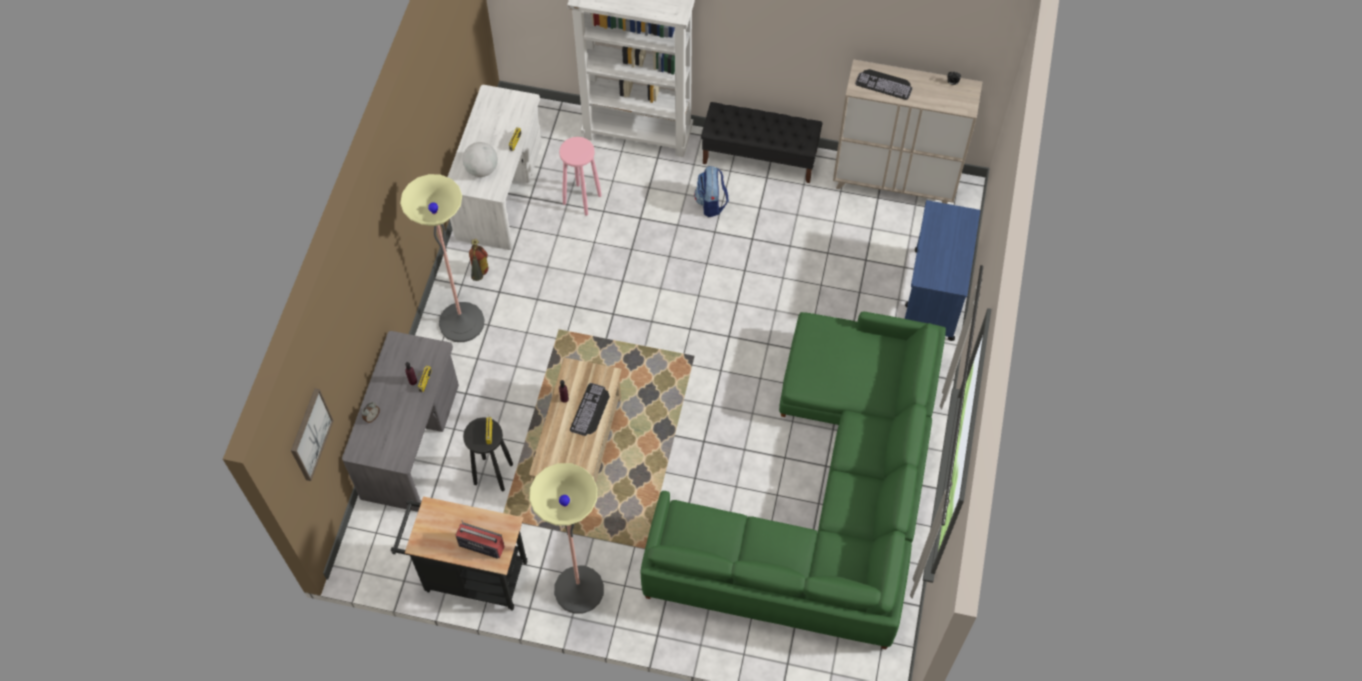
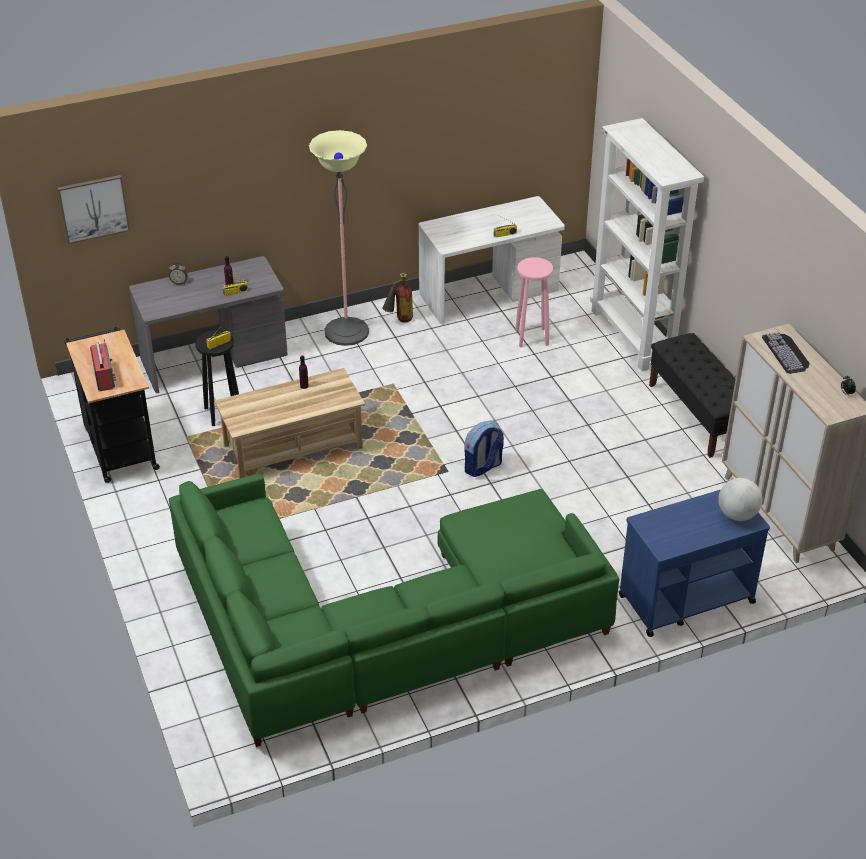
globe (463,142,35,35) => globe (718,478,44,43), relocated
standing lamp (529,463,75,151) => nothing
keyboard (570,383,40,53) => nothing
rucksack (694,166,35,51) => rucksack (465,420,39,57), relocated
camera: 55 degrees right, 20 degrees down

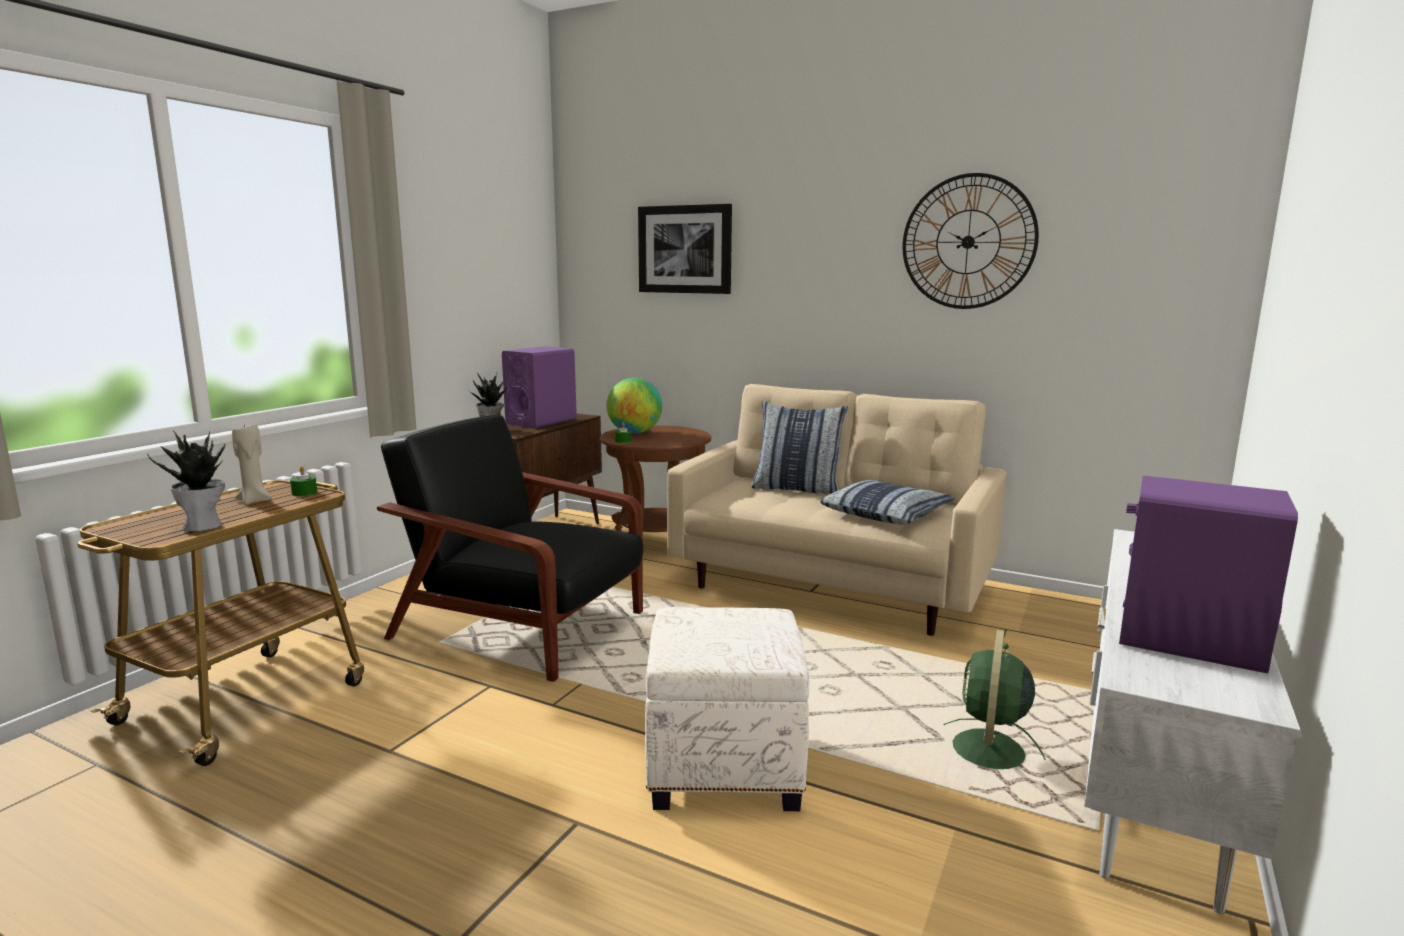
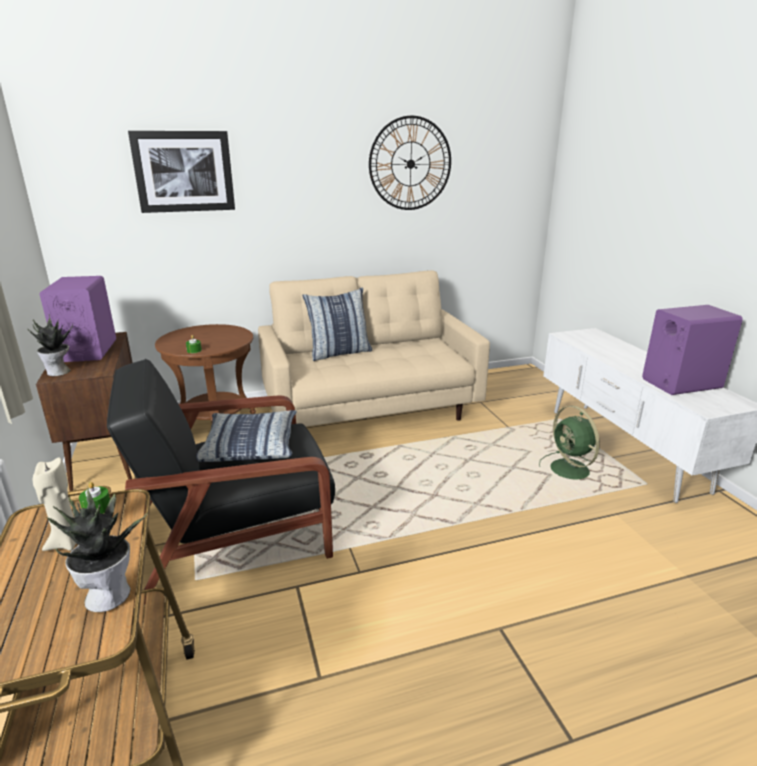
globe (607,378,55,56) => nothing
pouffe (white) (645,607,165,204) => nothing
cushion (820,480,135,45) => cushion (196,410,101,52), relocated
camera: 45 degrees left, 10 degrees up

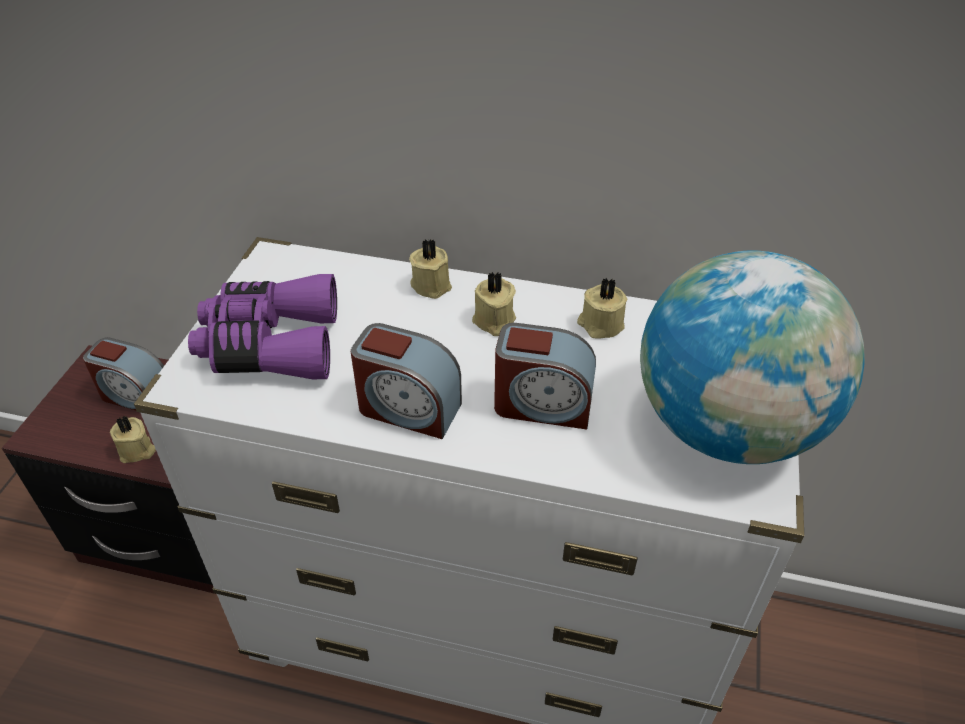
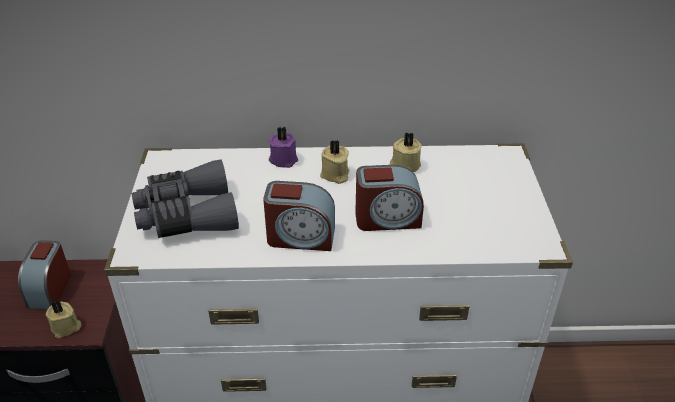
bedside clock (83,337,81,73) => bedside clock (18,240,53,69), 90 degrees clockwise
field glasses (purple) (188,274,149,105) => field glasses (gray) (132,159,107,79)
candle (sand-coloured) (409,239,43,60) => candle (purple) (268,127,30,41)
globe (640,250,225,214) => nothing
camera: 15 degrees left, 5 degrees down

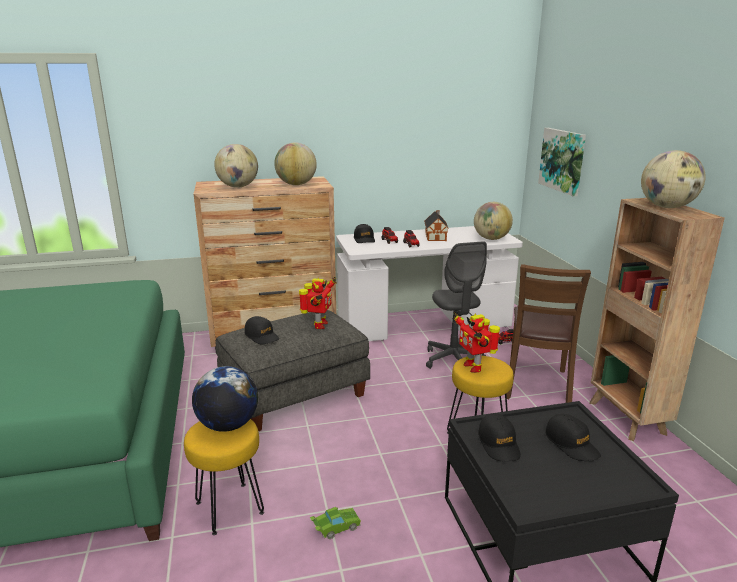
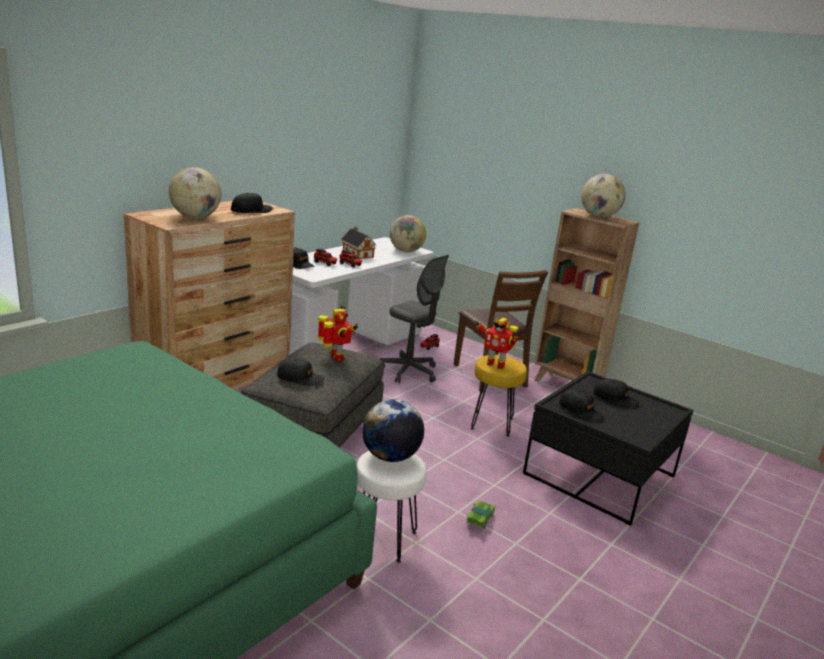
stool seat (yellowish) (184,419,80,116) => stool seat (white) (356,451,71,112)
globe (274,143,43,42) => peaked cap (blackish) (231,193,42,20)
wall picture (538,128,48,68) => nothing
camera: 40 degrees left, 0 degrees up

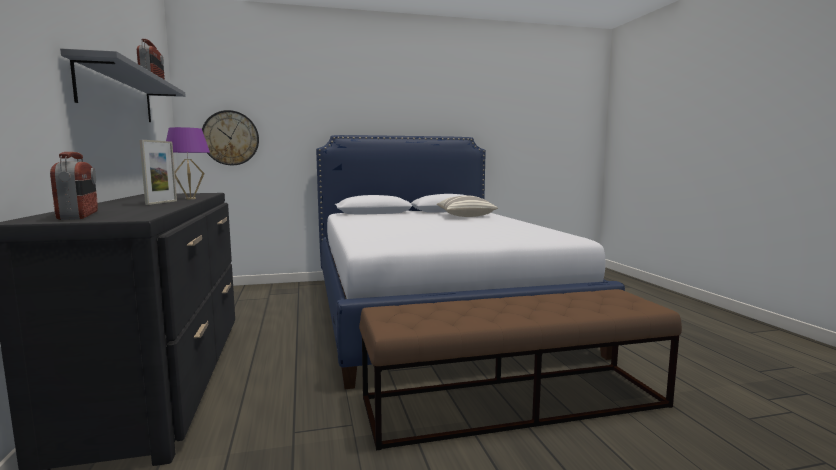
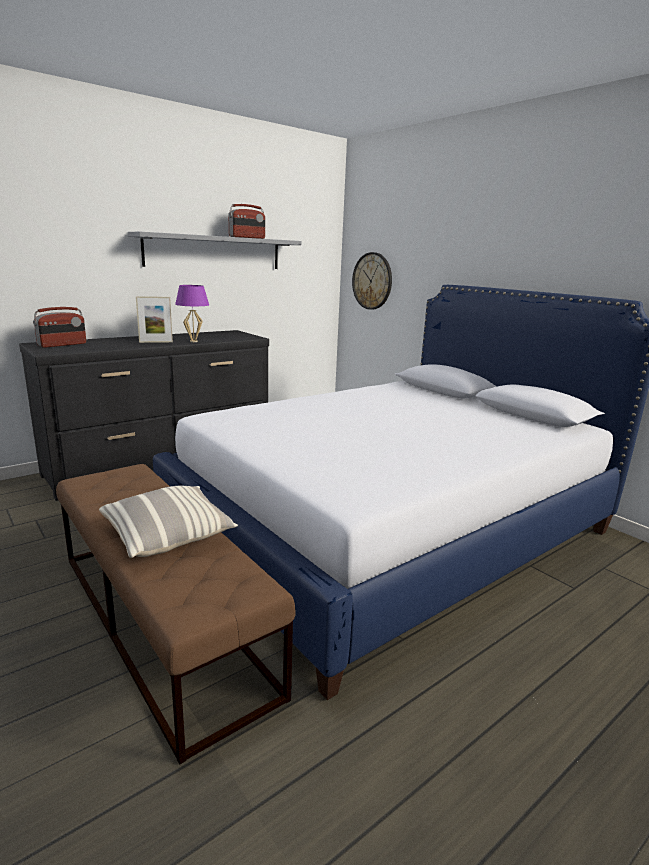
cushion (437,195,61,22) => cushion (99,486,139,72), relocated
camera: 65 degrees right, 10 degrees up

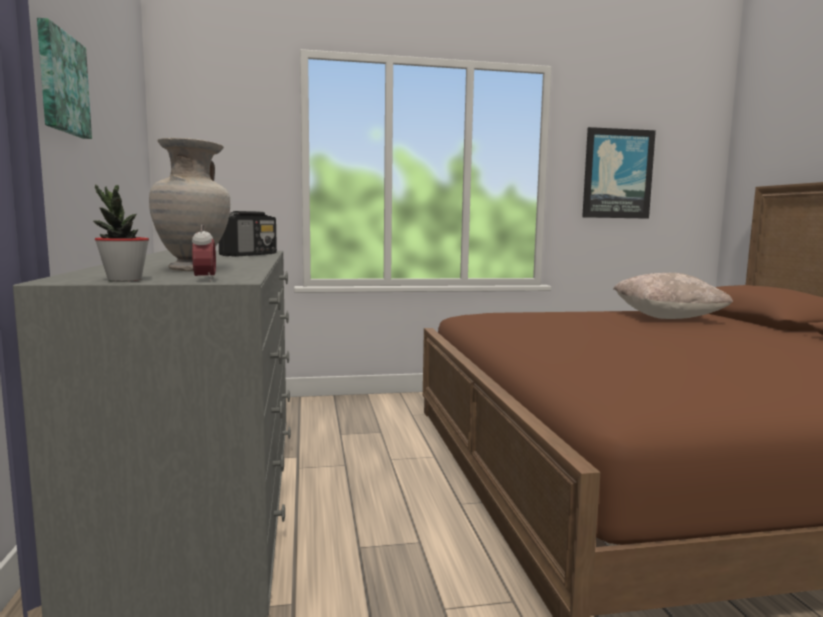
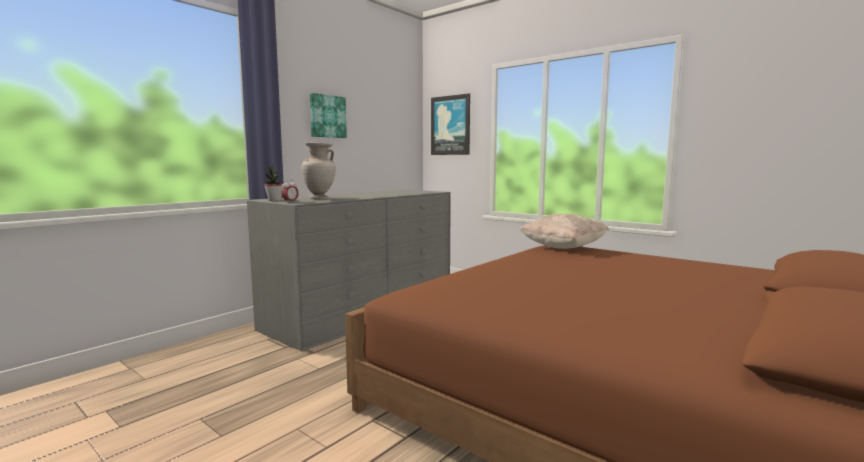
radio receiver (219,211,58,46) => nothing
wall picture (582,127,74,92) => wall picture (431,93,39,62), relocated
cushion (sand-coloured) (613,273,120,46) => cushion (sand-coloured) (520,214,89,35), relocated
camera: 50 degrees right, 0 degrees up

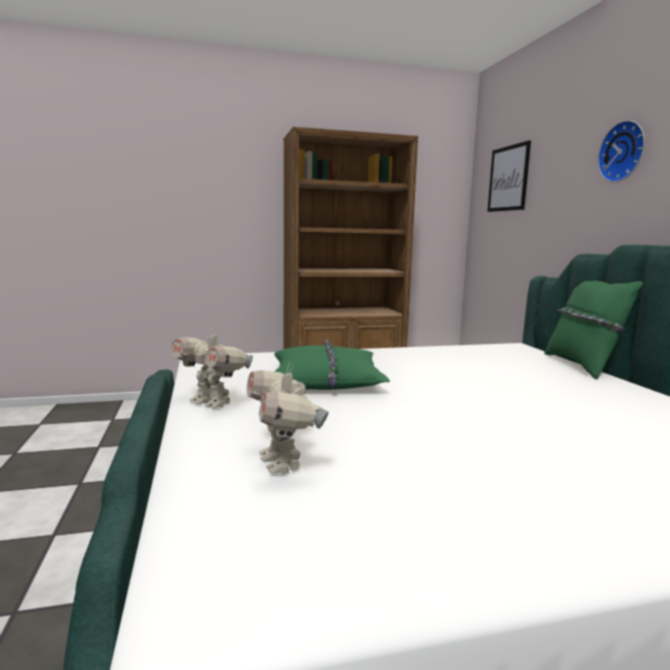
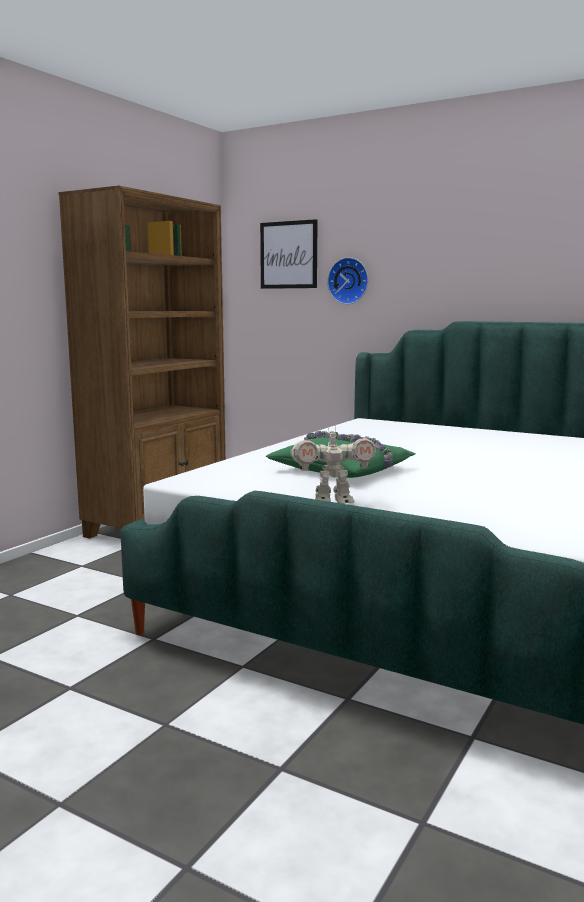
model robot (247,362,82,111) => nothing
cushion (green-coloured) (544,280,99,99) => nothing
clock on the wall (597,120,48,62) => clock on the wall (327,257,41,47), relocated
camera: 45 degrees left, 0 degrees up

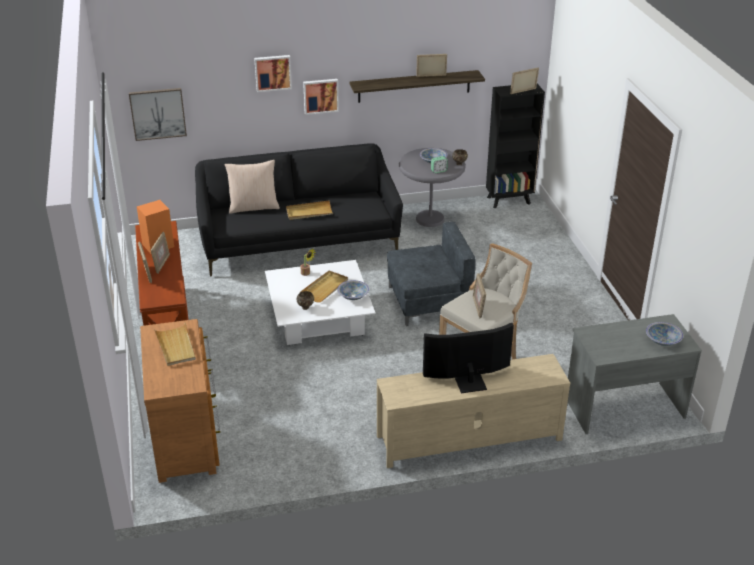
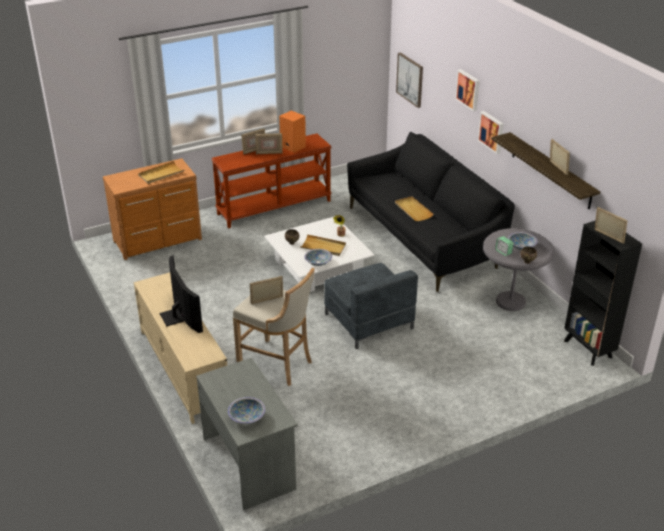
cushion (sand-coloured) (225,160,55,54) => nothing
camera: 75 degrees right, 0 degrees up

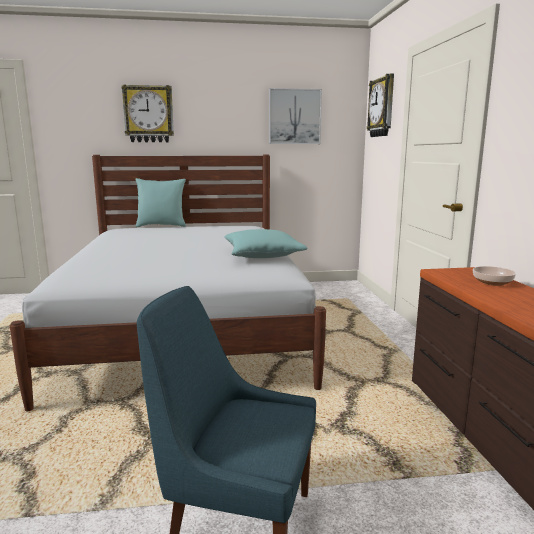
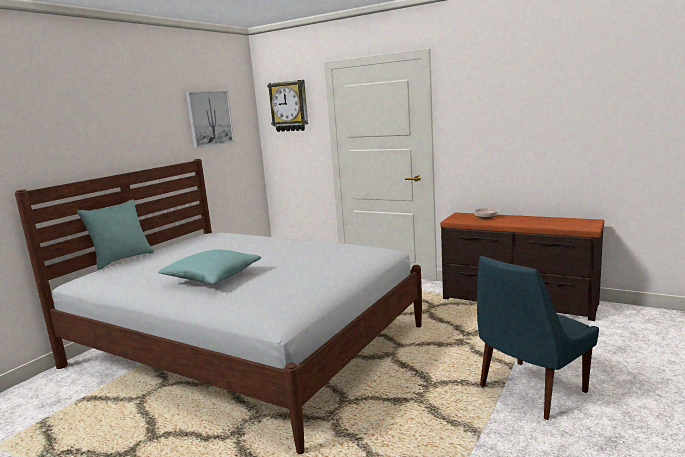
clock on the wall (122,84,52,58) => nothing
cushion (blue-green) (224,229,83,29) => cushion (blue-green) (158,249,103,36), relocated
camera: 50 degrees left, 0 degrees up

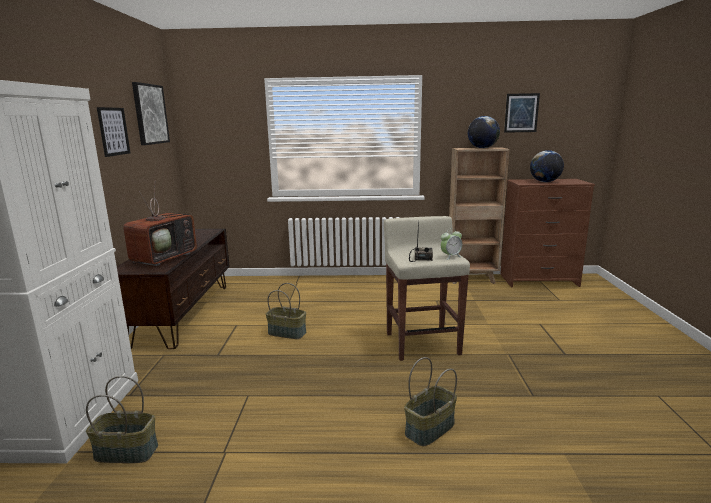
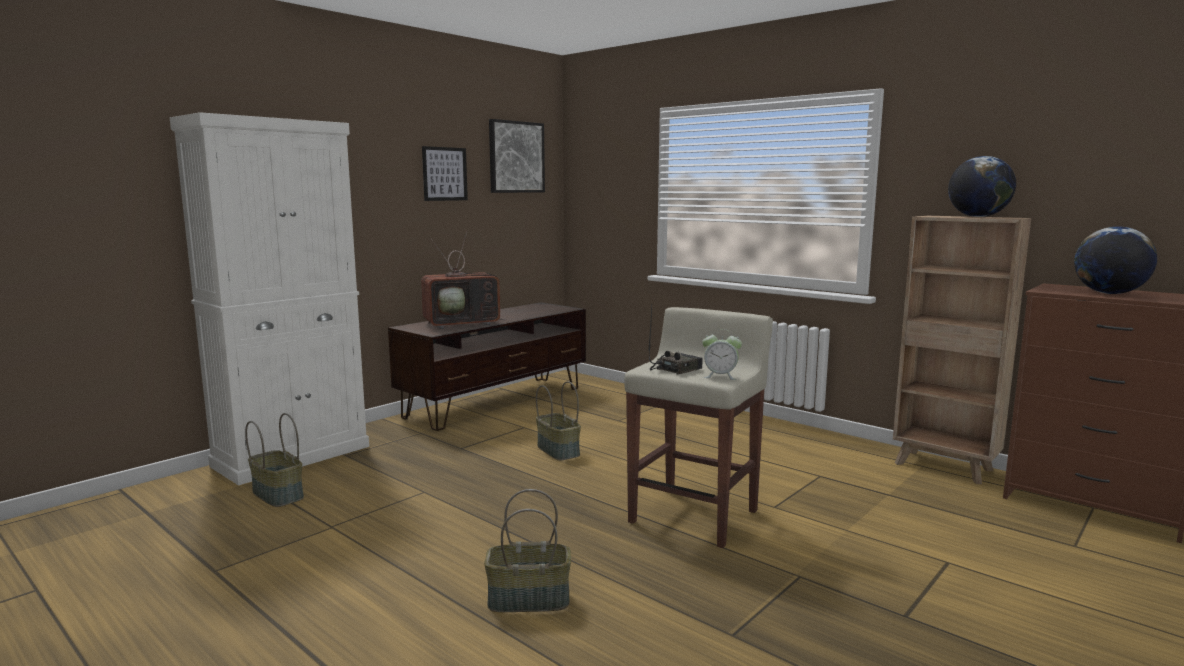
wall picture (504,93,36,40) => nothing
camera: 40 degrees right, 5 degrees down

